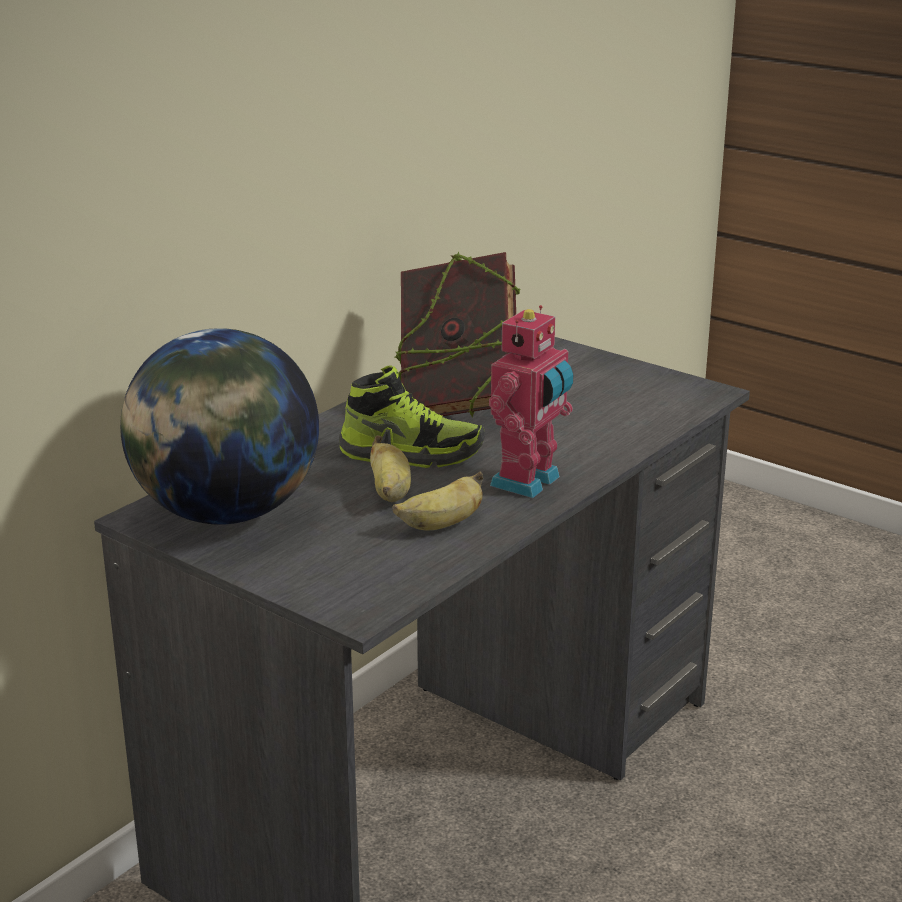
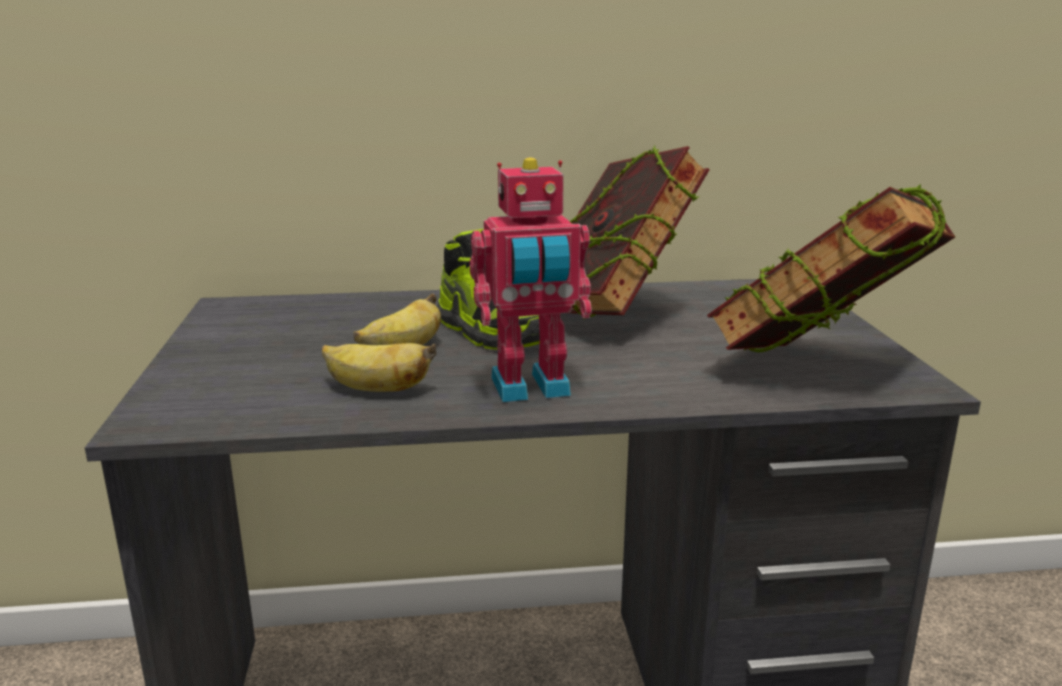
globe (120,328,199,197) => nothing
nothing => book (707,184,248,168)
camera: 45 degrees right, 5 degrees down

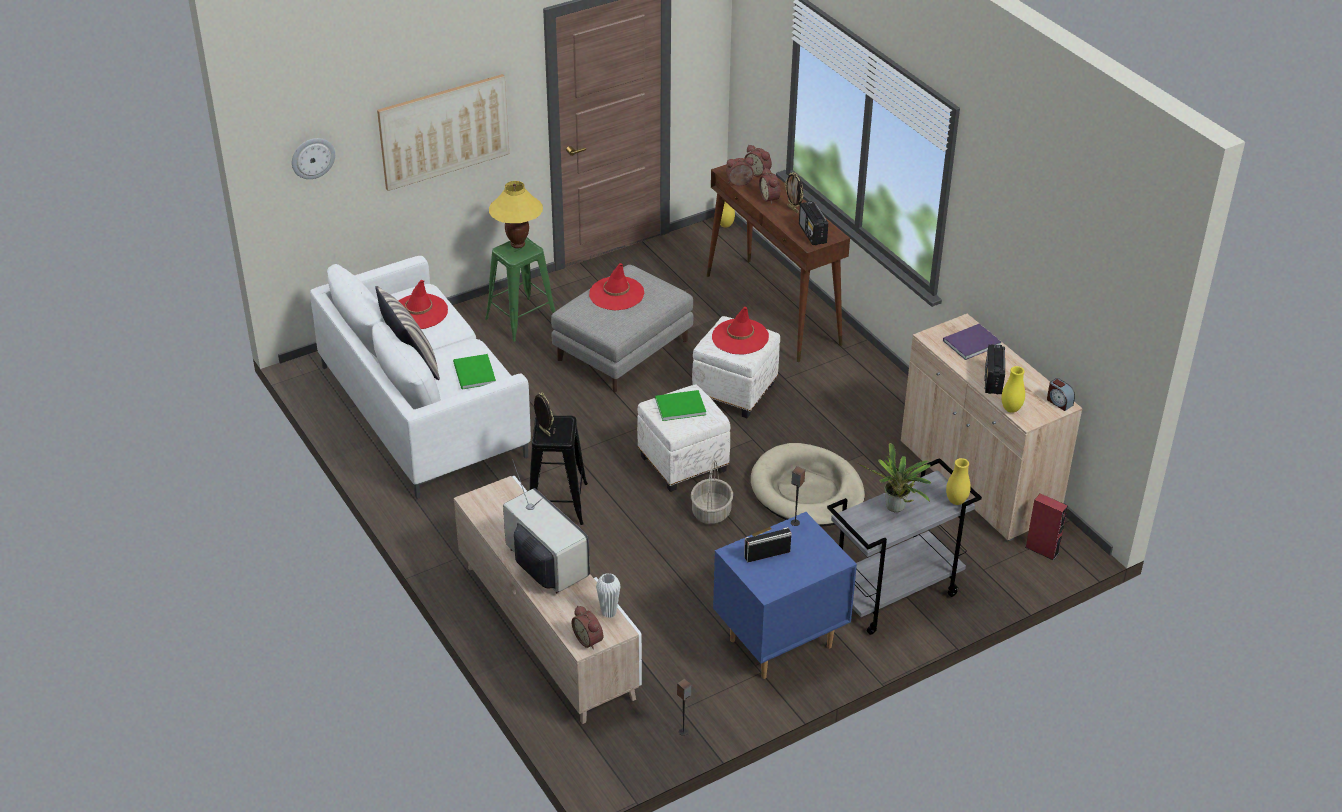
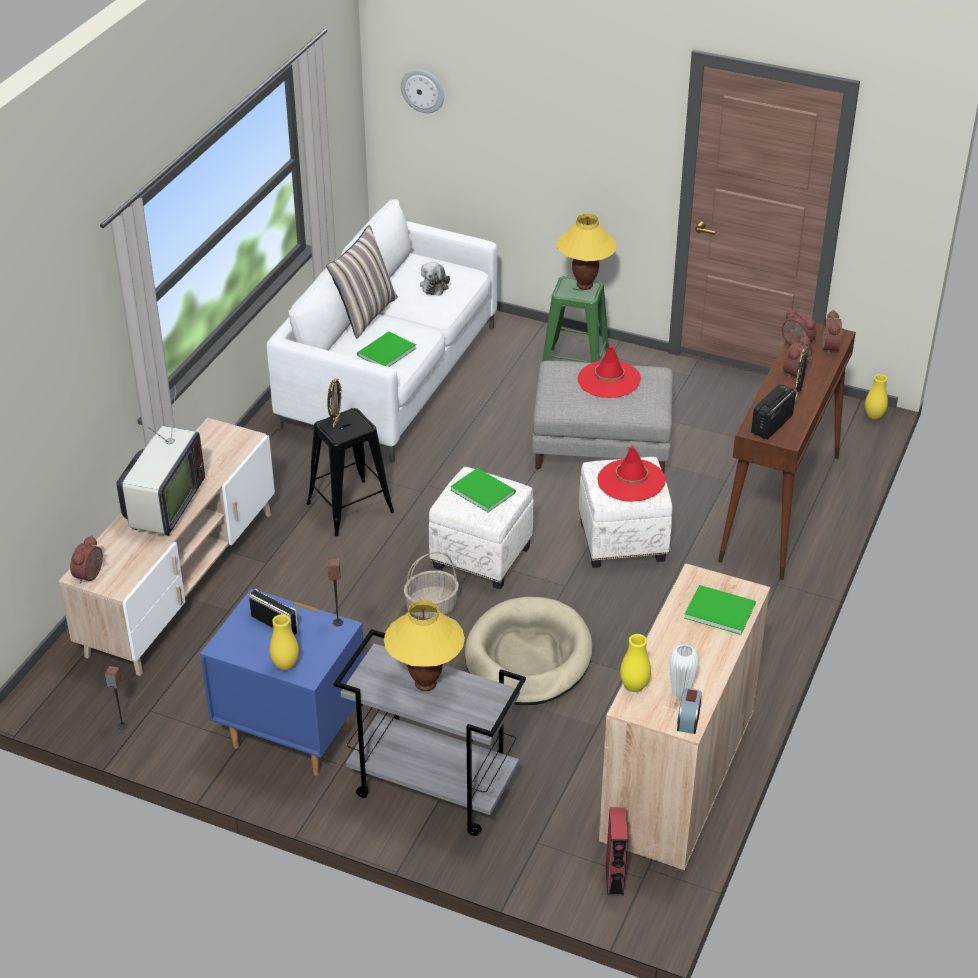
wall picture (377,74,132,117) => nothing
clothing hat (reddish) (399,280,49,49) => soft toy (420,262,30,34)
flower vase (white) (596,573,25,45) => flower vase (white) (669,644,30,54), relocated
potted plant (858,443,74,69) => tabletop lamp (yellowish) (384,600,81,91)
book (purple) (943,324,58,36) => book (green-coloured) (684,585,72,50)
flower vase (yellowish) (946,458,25,47) => flower vase (yellowish) (269,614,30,56), relocated
radio receiver (985,344,20,51) => nothing
camera: 55 degrees right, 0 degrees up

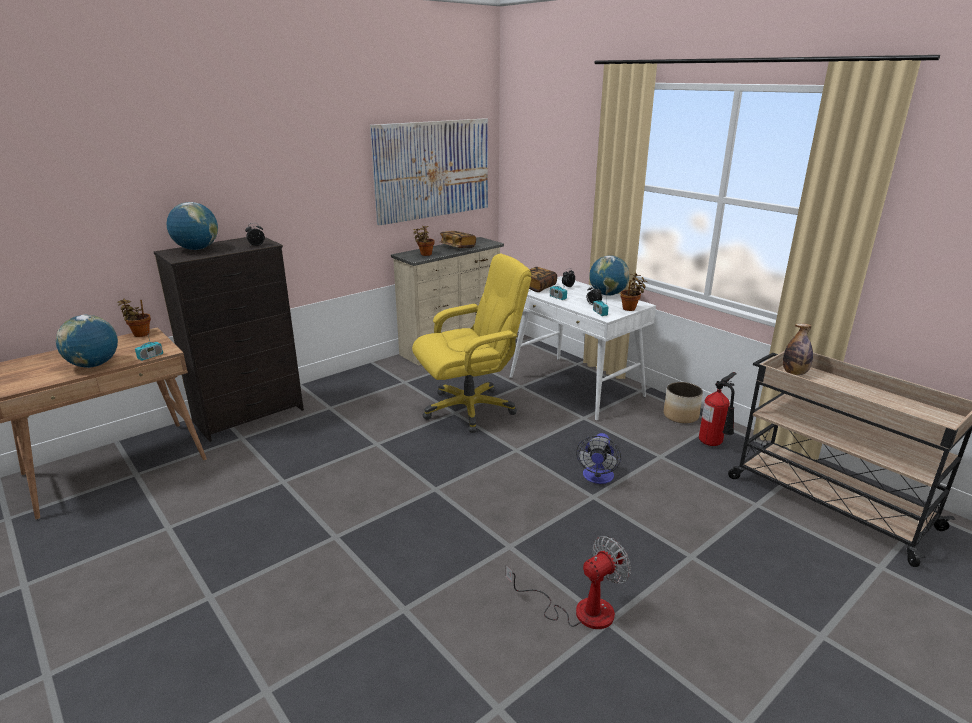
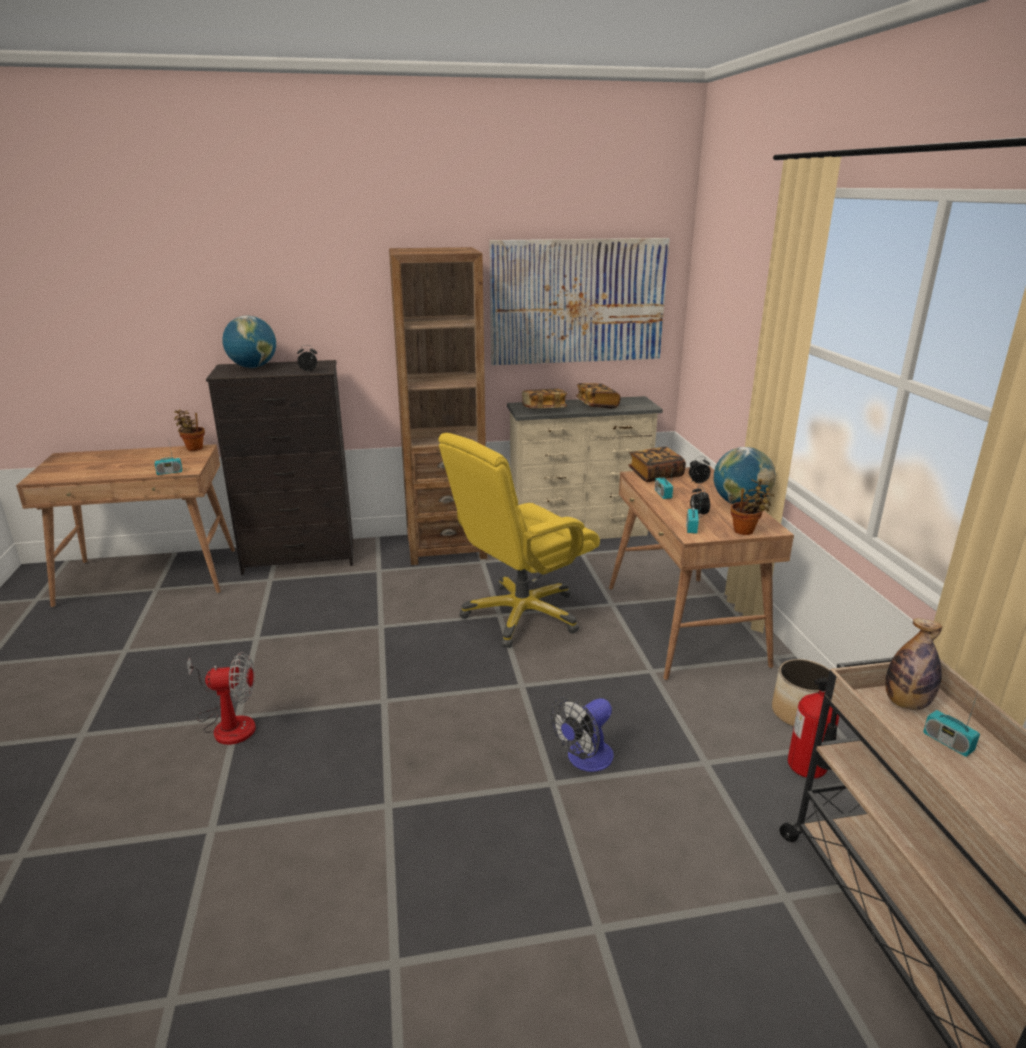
globe (56,315,62,53) => nothing
desk chair (yellowish) (412,253,120,180) => desk chair (yellowish) (438,433,162,215), 135 degrees clockwise
potted plant (413,226,21,30) => book (522,388,45,20)
electric fan (506,536,125,93) => electric fan (187,652,69,93), relocated
desk unit (white) (510,276,146,145) => desk unit (brown-coloured) (609,466,185,214)
nothing => bookcase (brown-coloured) (389,247,98,318)
nothing => radio receiver (923,692,57,65)
camera: 30 degrees right, 0 degrees up

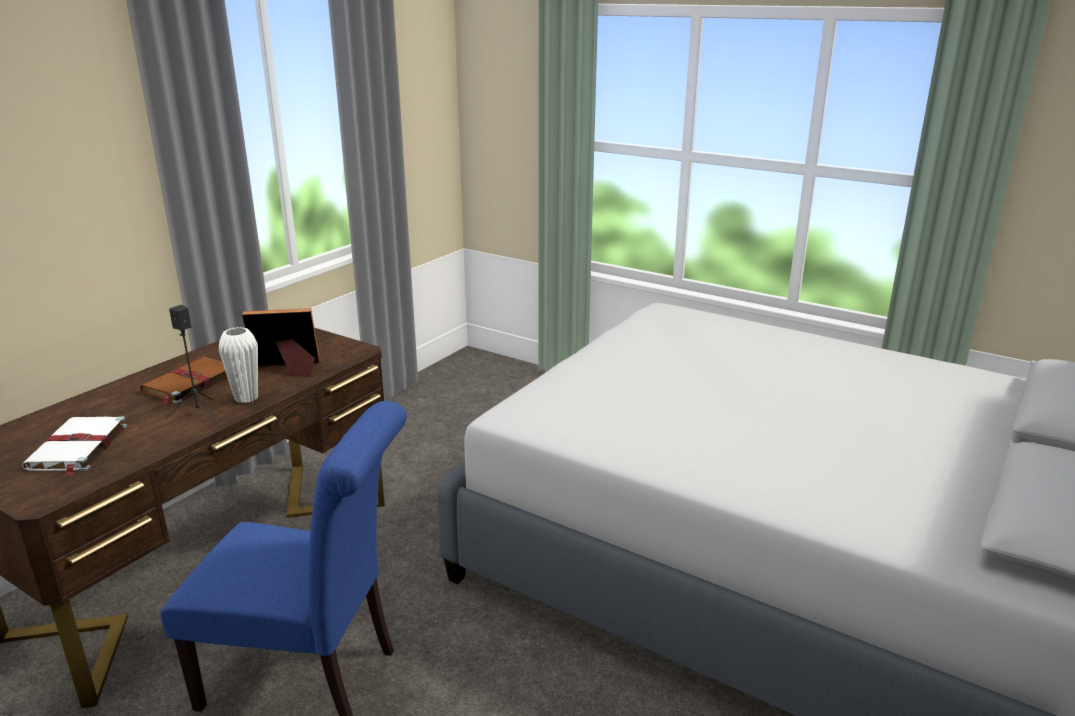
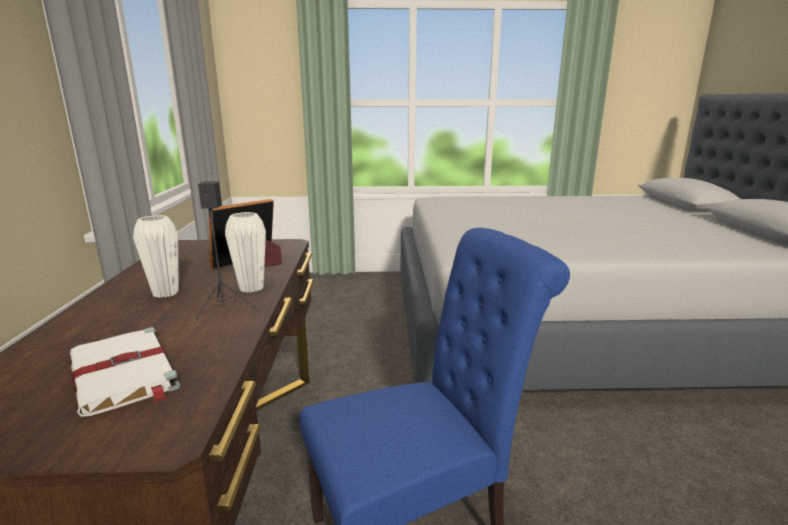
book (brown-coloured) (140,357,88,48) => flower vase (white) (133,215,46,83)
camera: 35 degrees left, 5 degrees down

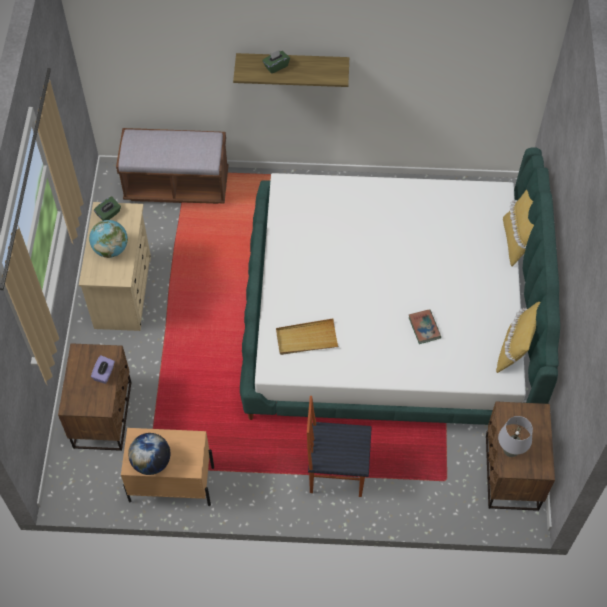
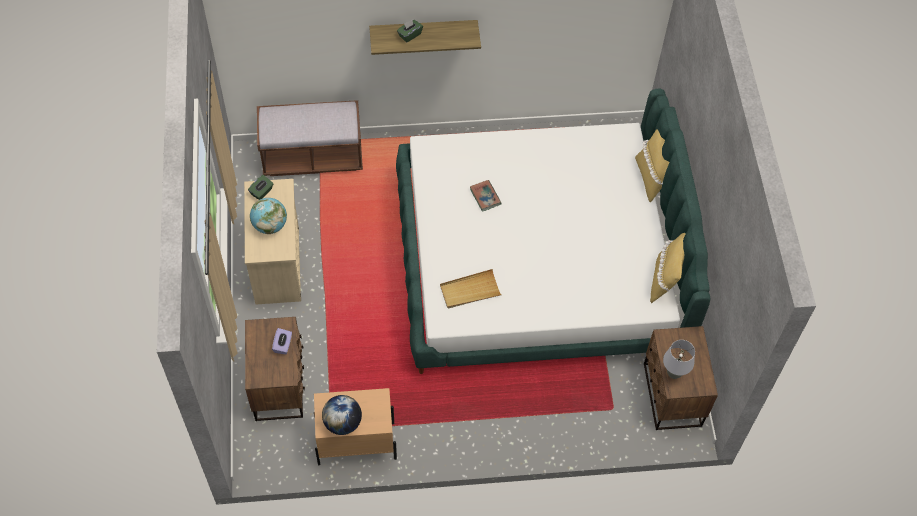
plain chair (307,396,65,101) => nothing
book (409,309,32,35) => book (470,180,32,32), relocated
camera: 10 degrees left, 0 degrees up

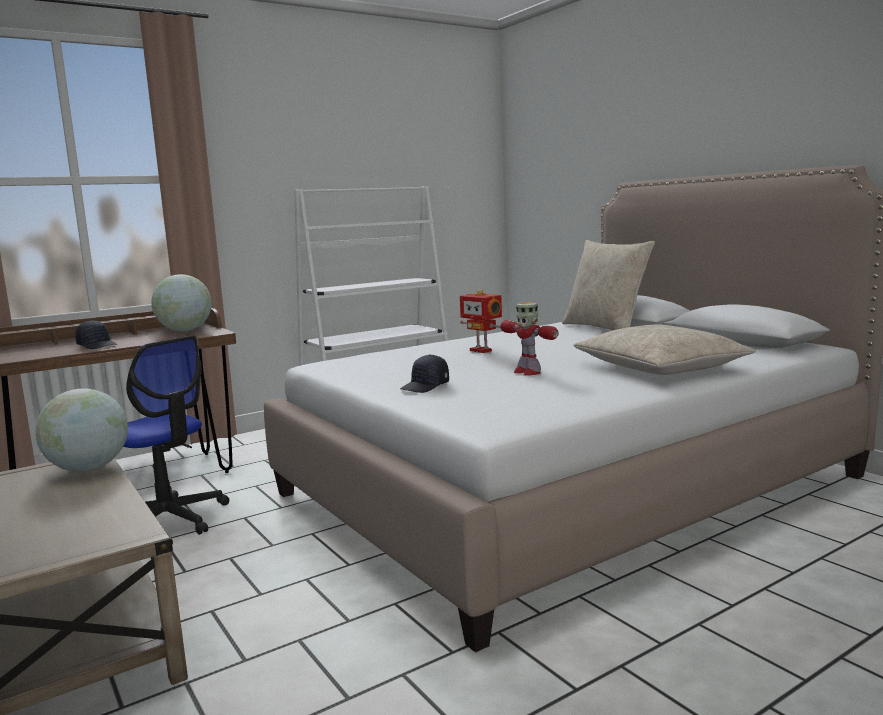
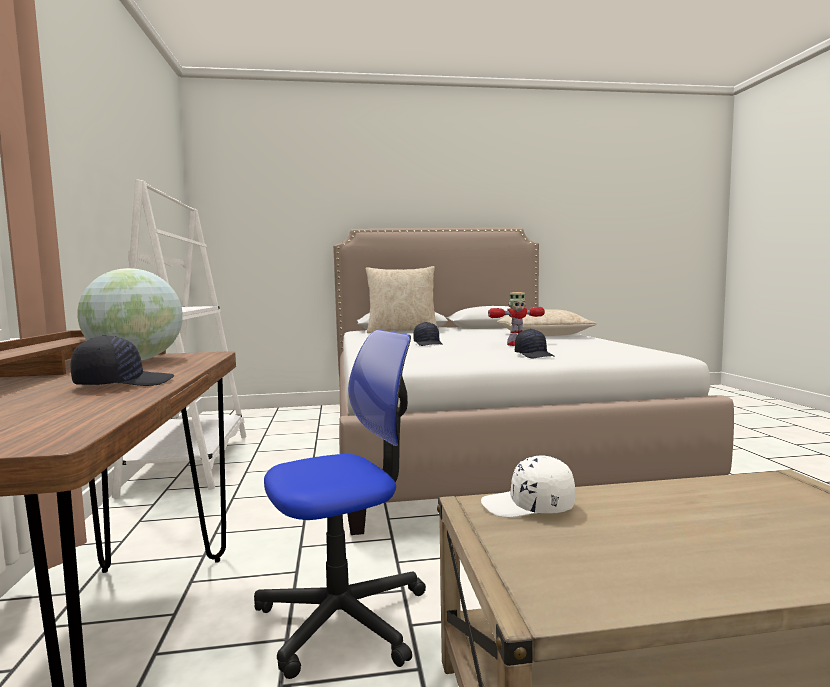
globe (36,389,92,83) => peaked cap (white) (481,456,94,62)
model robot (460,289,42,64) => peaked cap (blackish) (413,322,30,24)
camera: 65 degrees left, 5 degrees down

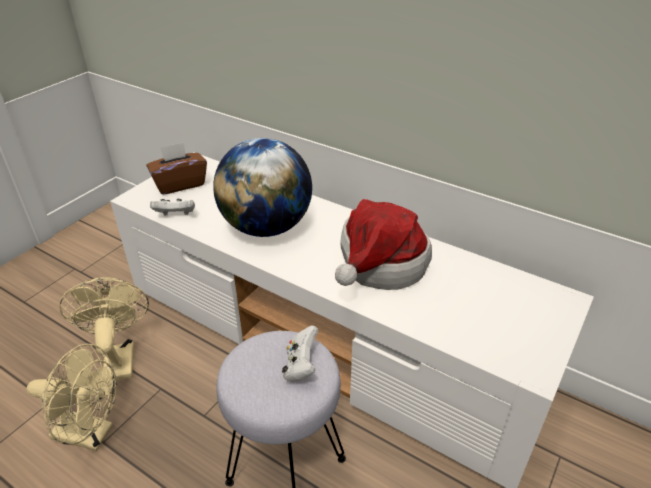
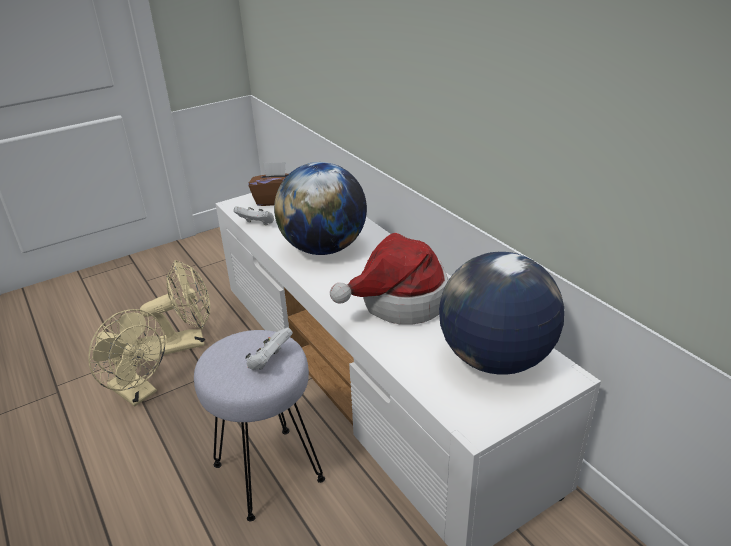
electric fan (sand-coloured) (59,277,90,104) => electric fan (sand-coloured) (140,260,70,95), 60 degrees clockwise
nothing => globe (439,252,125,123)
camera: 25 degrees right, 5 degrees down

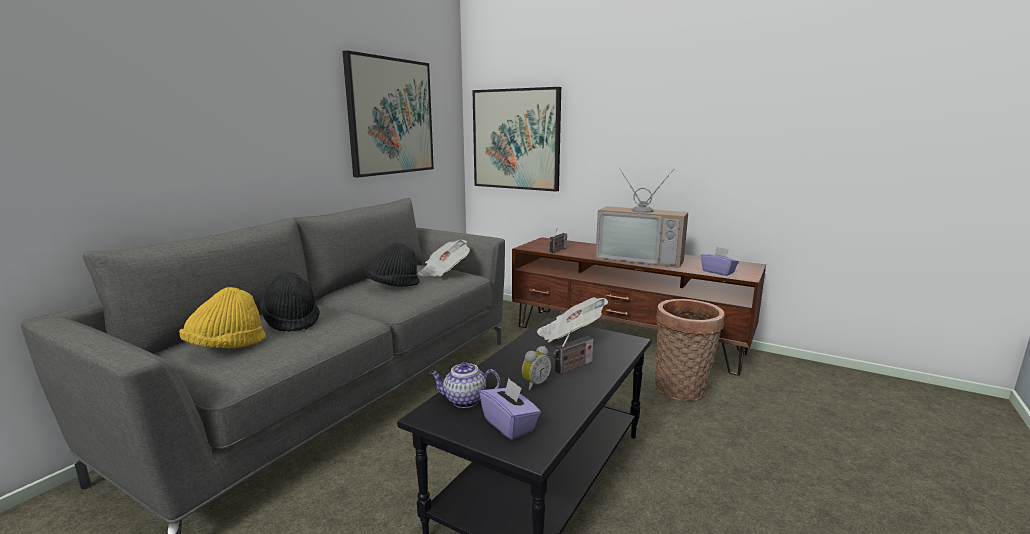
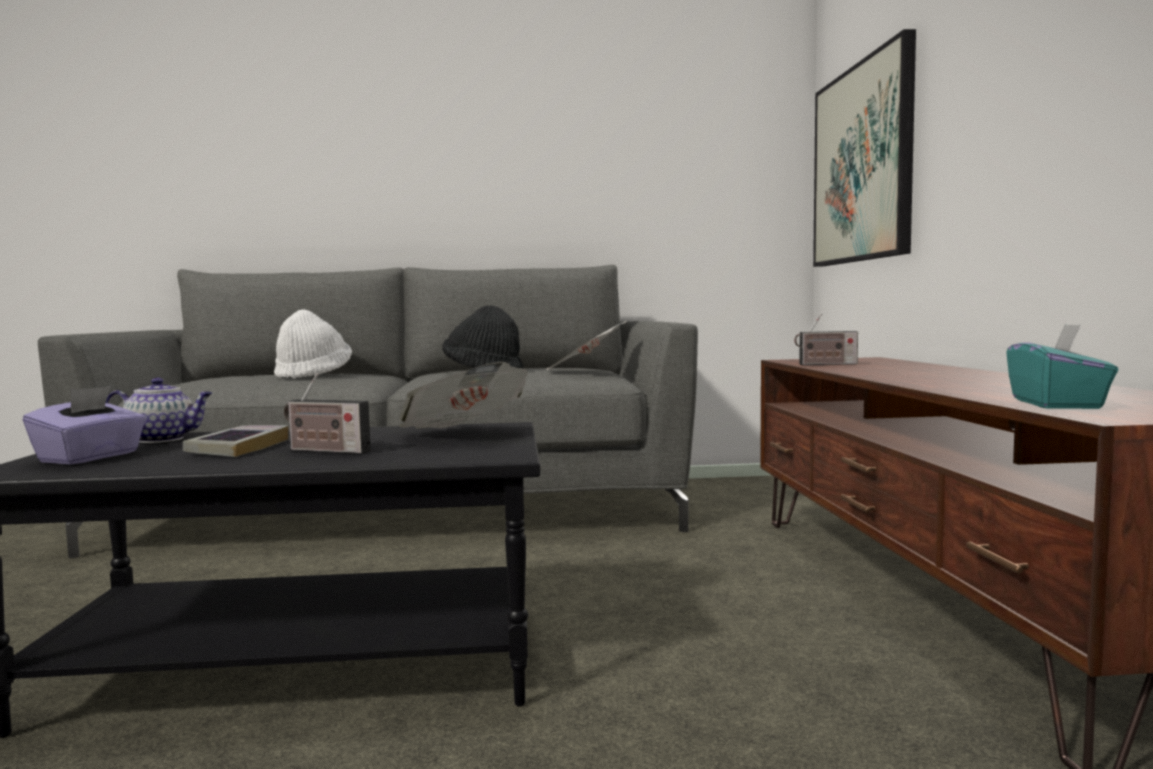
clothing hat (yellowish) (179,287,87,61) => nothing
clothing hat (blackish) (259,272,61,60) => clothing hat (white) (274,309,78,70)
wall picture (343,50,91,128) => nothing
pot for tea (429,362,71,46) => pot for tea (106,378,107,65), 120 degrees clockwise
bedside clock (522,346,29,44) => book (183,425,105,32)
TV (596,167,92,101) => nothing
storage basket (655,299,70,102) => nothing
box of tissues (purple) (701,247,38,29) => box of tissues (blue-green) (1006,324,112,85)
camera: 55 degrees right, 10 degrees down

